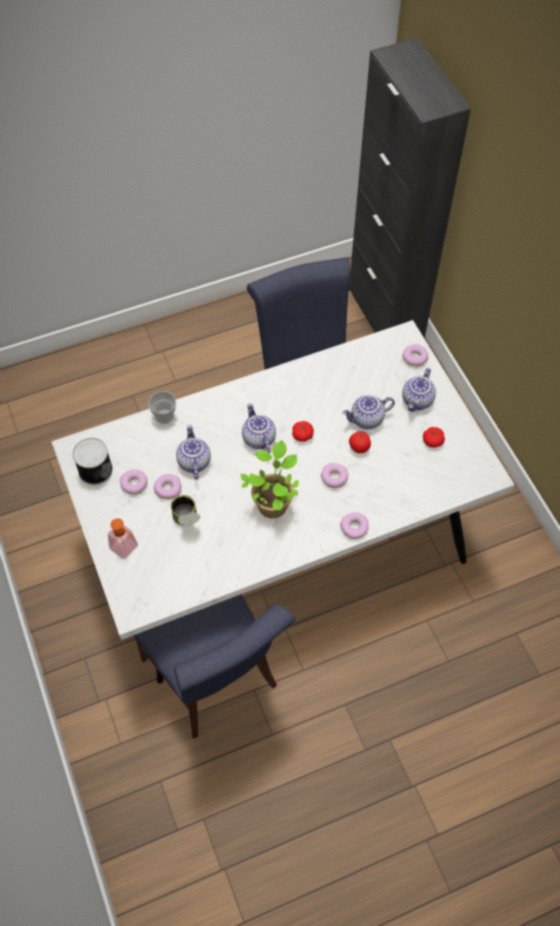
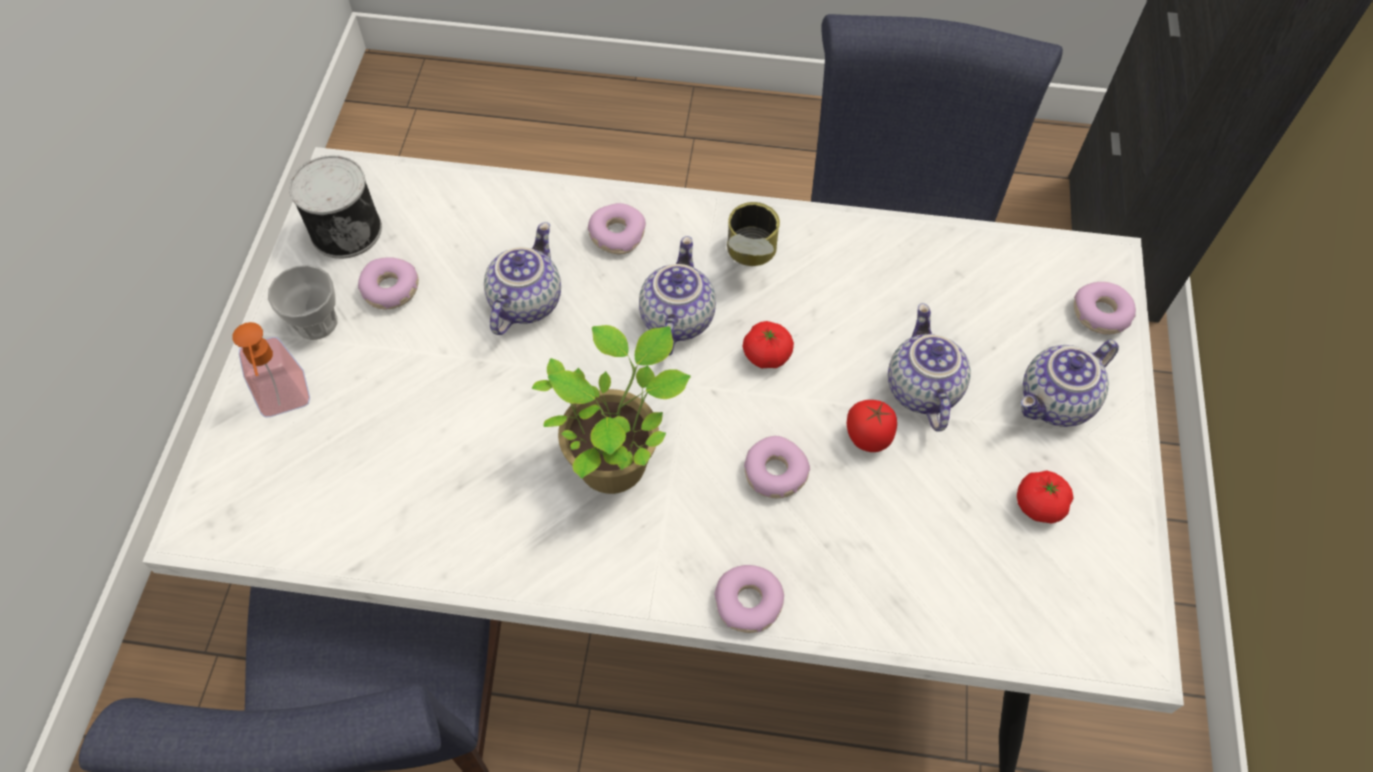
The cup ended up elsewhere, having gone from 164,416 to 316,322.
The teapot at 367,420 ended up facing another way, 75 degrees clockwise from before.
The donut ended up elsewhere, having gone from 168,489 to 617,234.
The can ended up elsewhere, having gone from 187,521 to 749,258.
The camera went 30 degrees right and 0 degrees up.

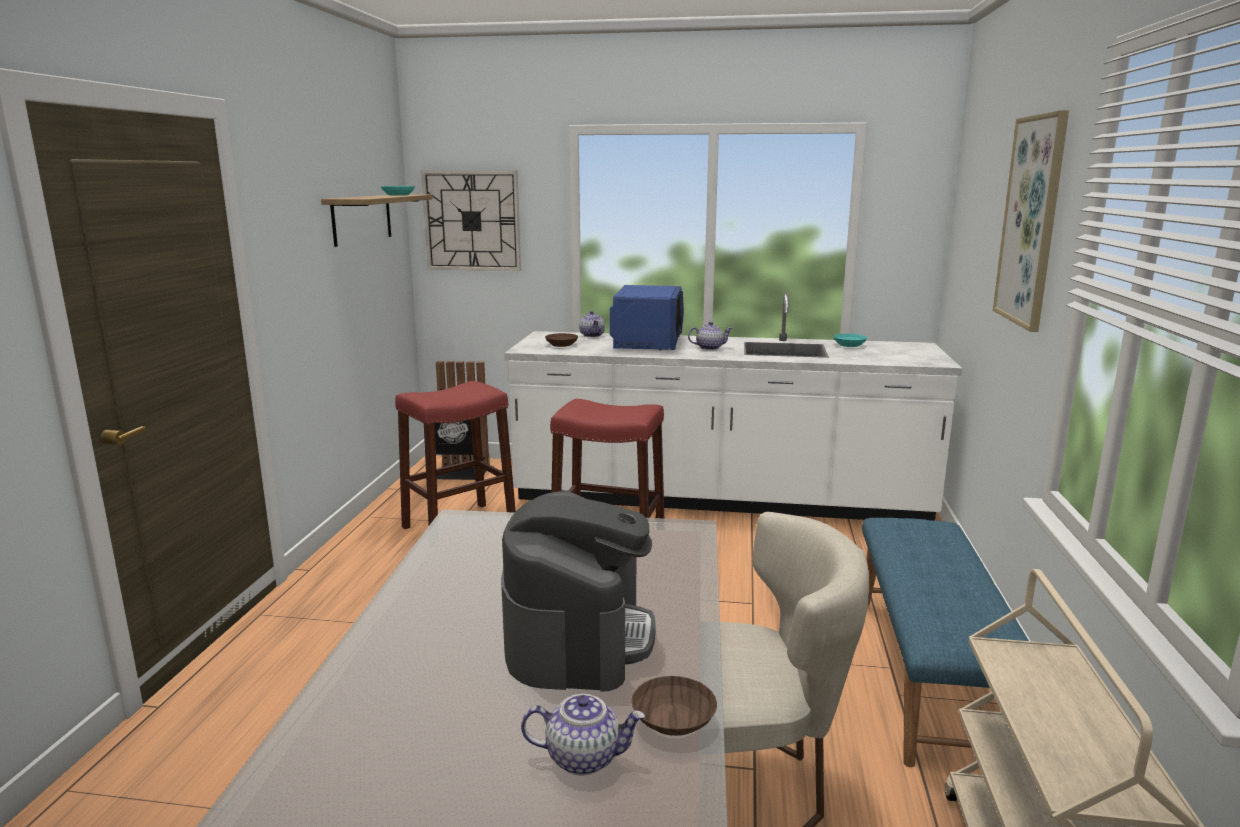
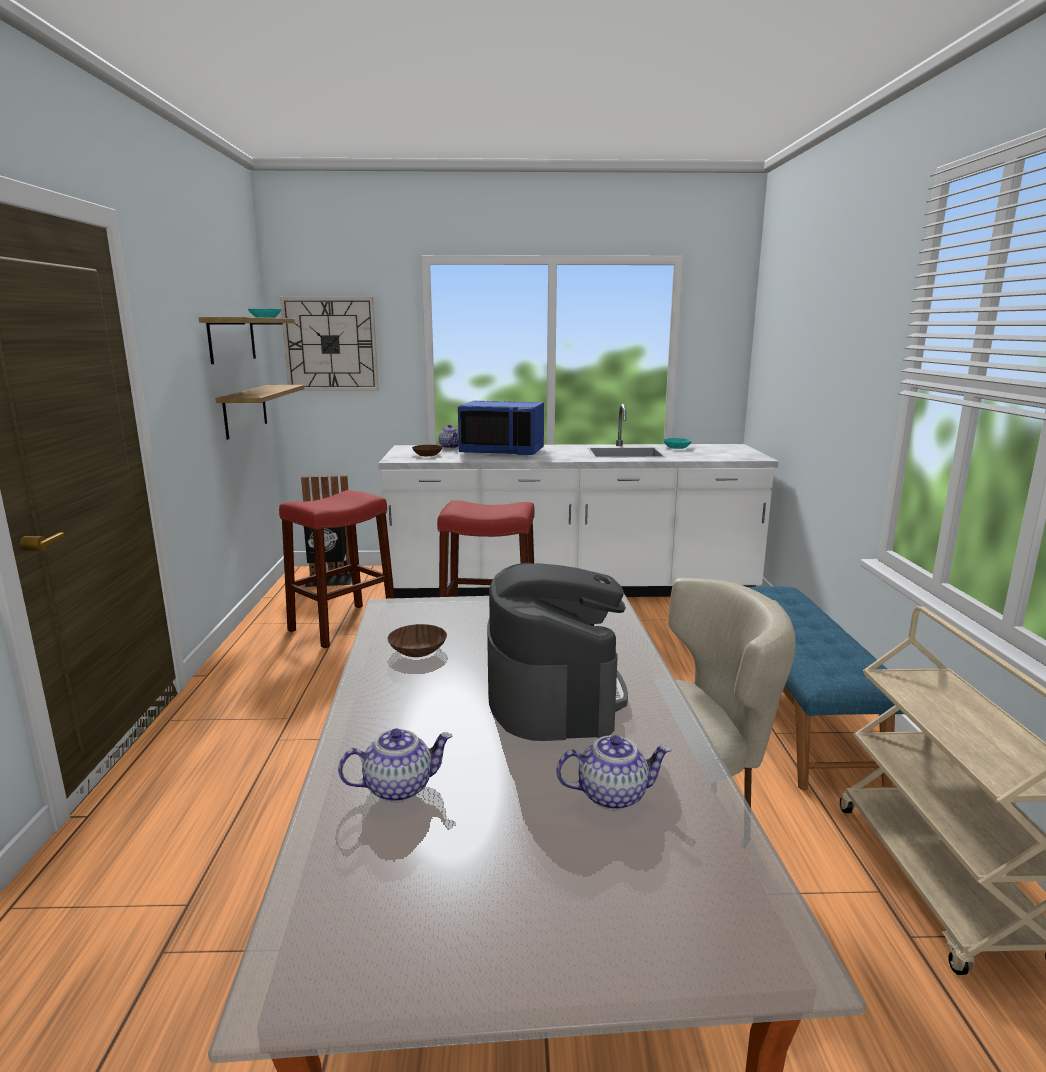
The second view lost the picture at 1031,221.
The microwave (blue) at 646,343 ended up facing another way, 105 degrees clockwise from before.
The teapot ended up elsewhere, having gone from 709,348 to 399,787.
The bowl (brown) ended up elsewhere, having gone from 673,718 to 417,649.
The second view gained the shelf at 245,410.
The camera went 10 degrees left and 0 degrees up.

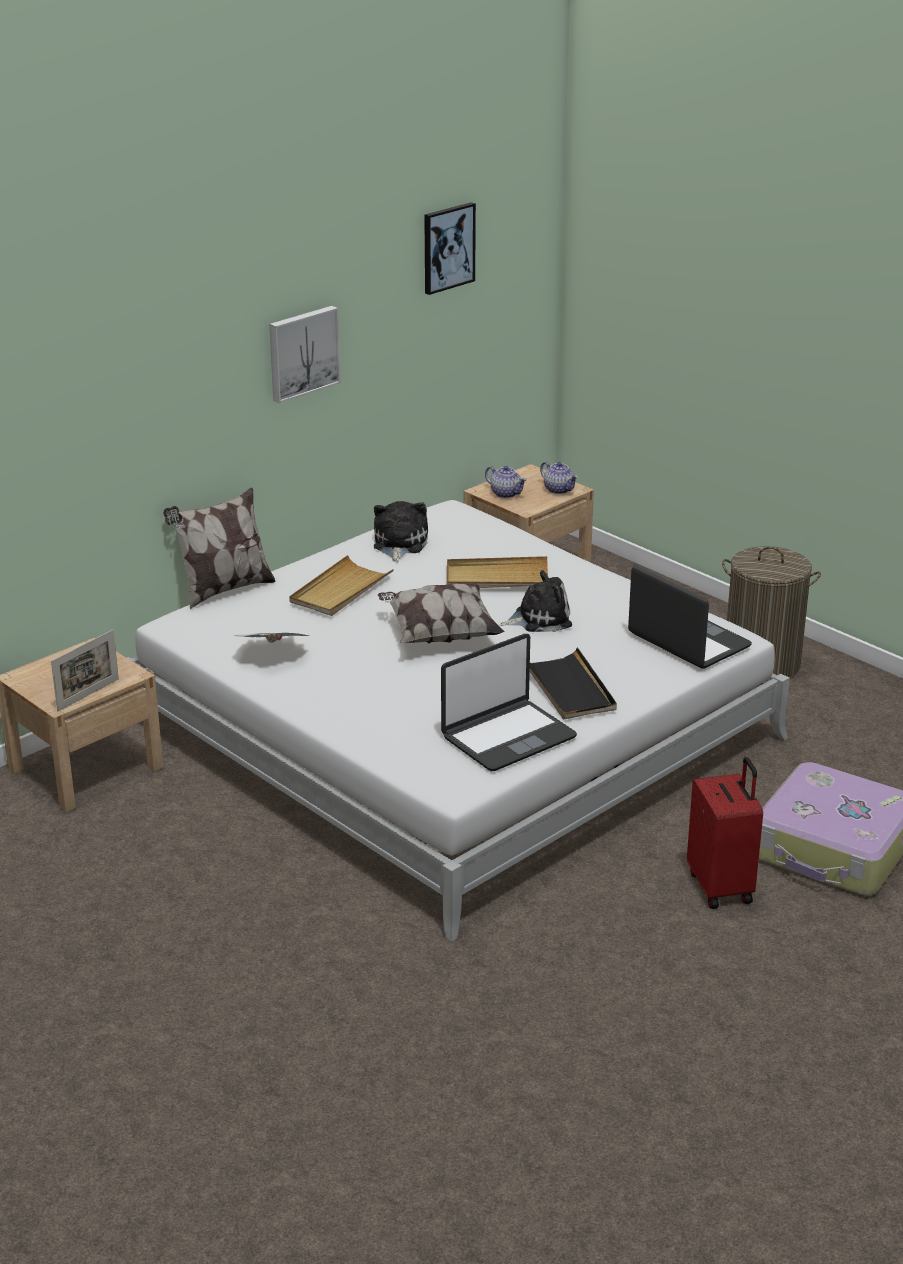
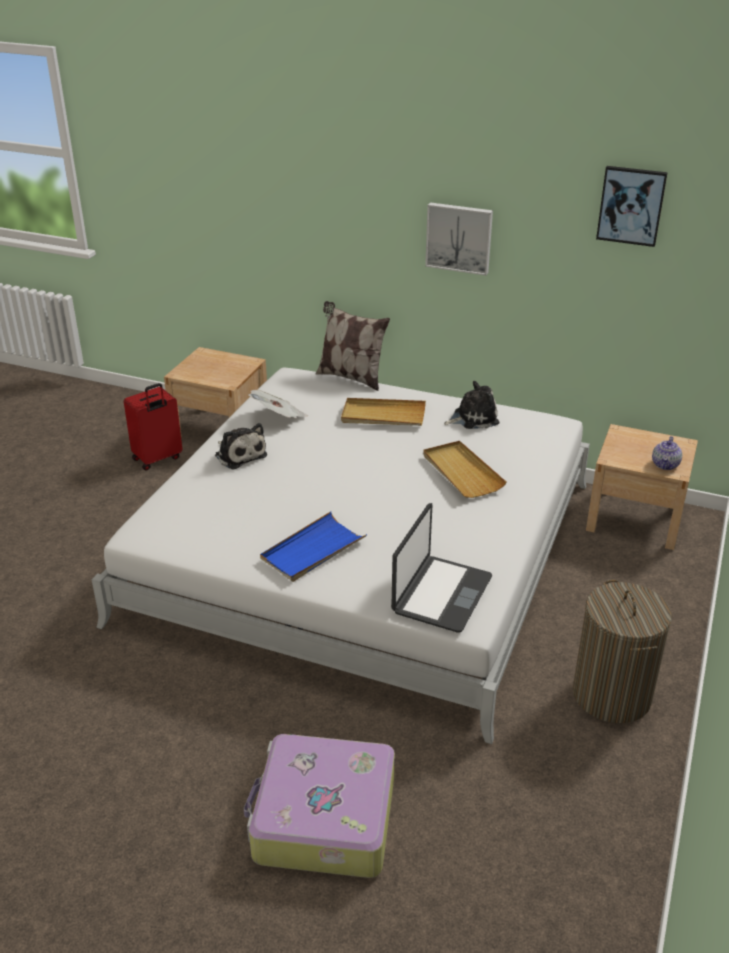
The second view lost the teapot at 506,493.
The plush toy ended up elsewhere, having gone from 539,619 to 239,455.
The second view lost the pillow at 439,634.
The second view lost the picture frame at 88,695.
The second view lost the laptop at 507,737.
What was the tray (black) at 569,688 turned into the tray (blue) at 312,550.
The suitcase (red) ended up elsewhere, having gone from 722,887 to 158,459.
The camera went 65 degrees right and 5 degrees up.

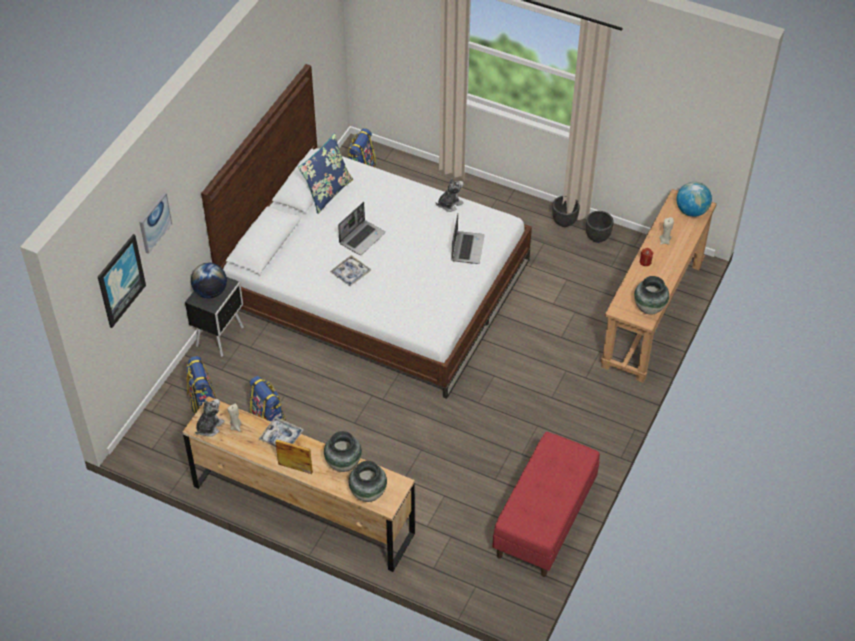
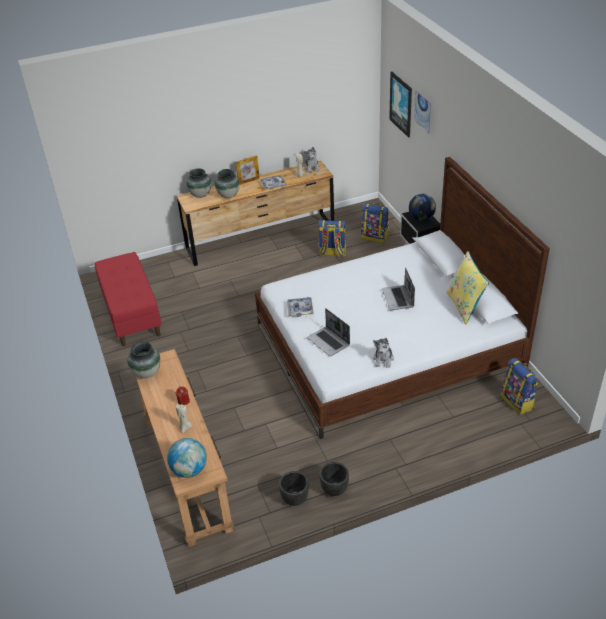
What was the pillow (blue) at 327,192 turned into the pillow (yellow) at 464,306.
The tray ended up elsewhere, having gone from 350,273 to 300,309.
The camera went 135 degrees right and 10 degrees down.

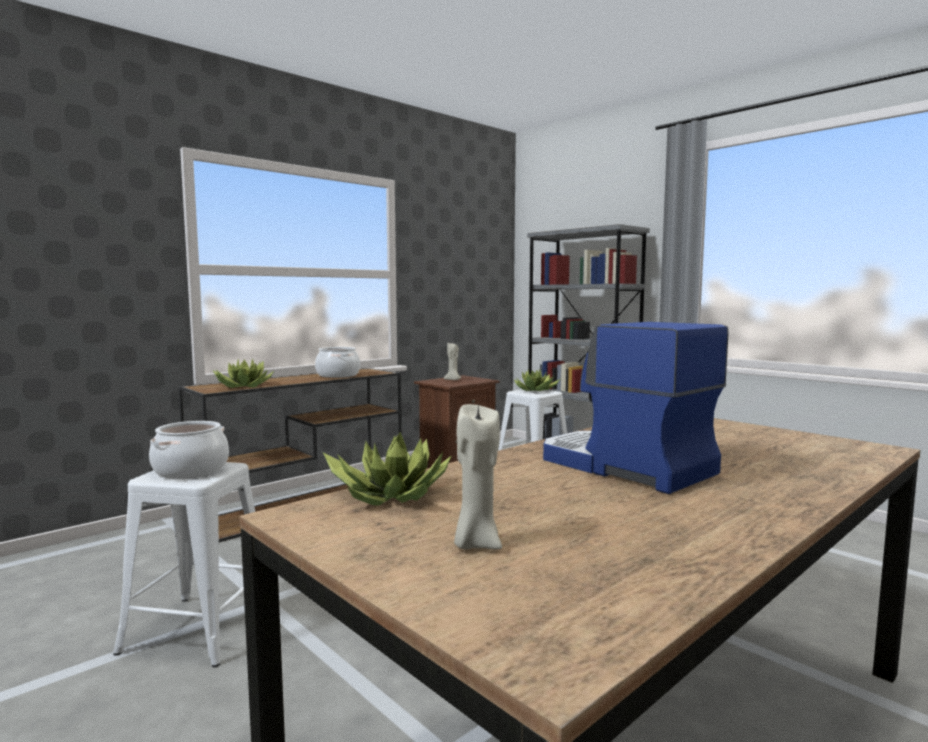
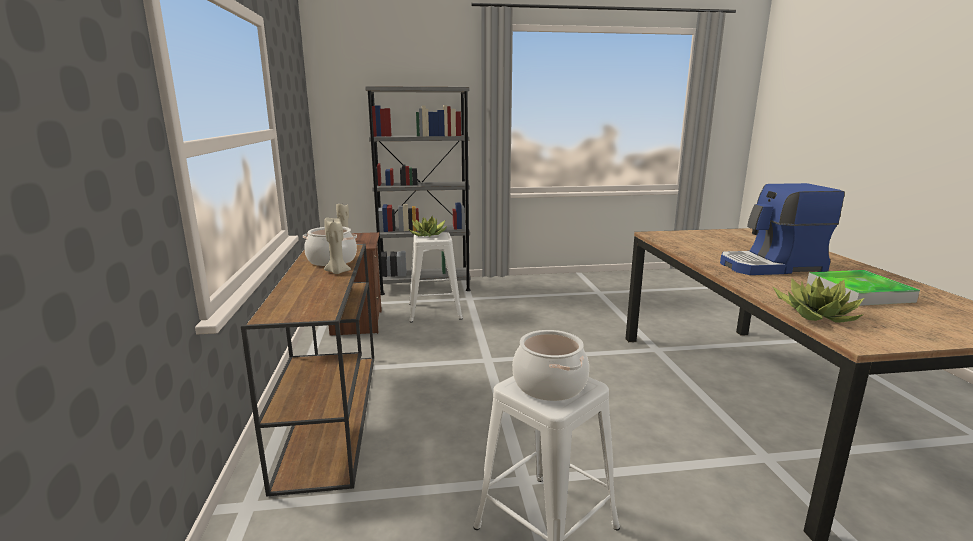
The second view lost the potted plant at 242,386.
The candle (beige) ended up elsewhere, having gone from 476,544 to 337,272.
The second view gained the tray at 858,292.
The camera went 55 degrees left and 10 degrees up.

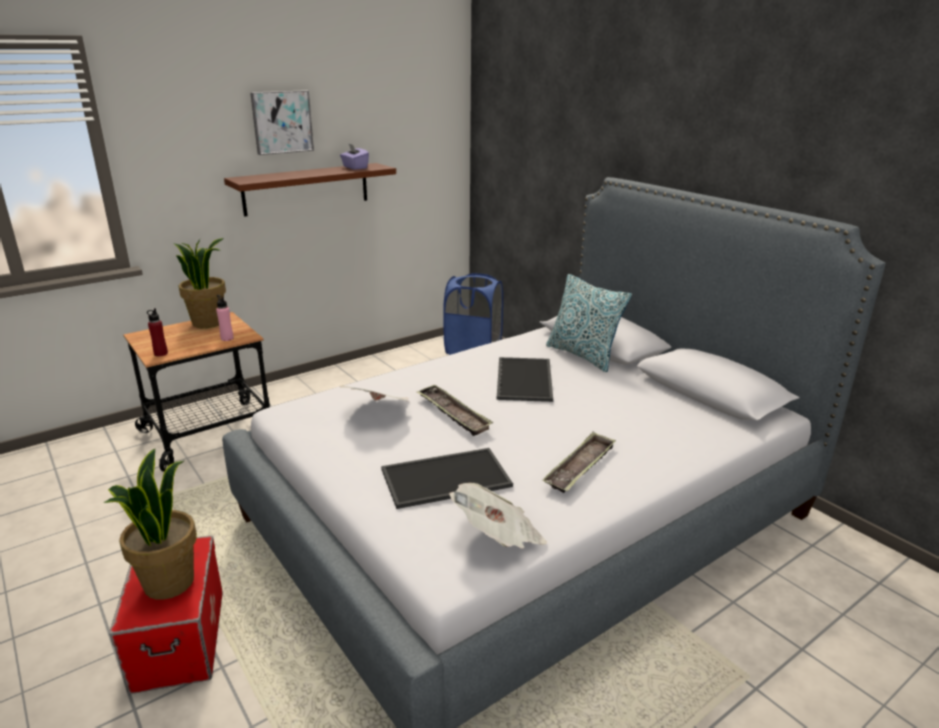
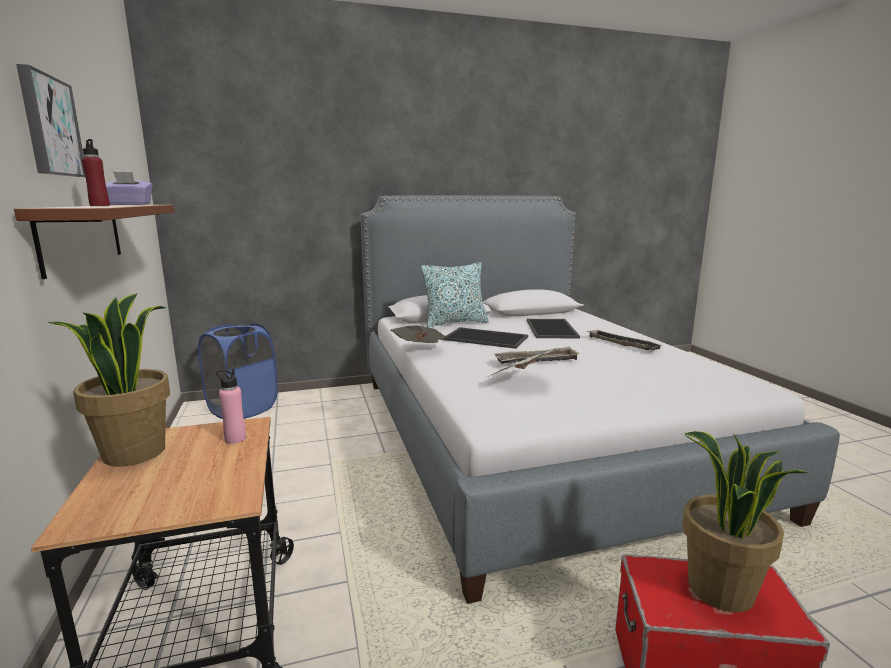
The bottle (red) ended up elsewhere, having gone from 160,353 to 100,206.
The tray ended up elsewhere, having gone from 445,479 to 552,329.
The newspaper ended up elsewhere, having gone from 498,537 to 420,350.
The camera went 70 degrees left and 10 degrees down.

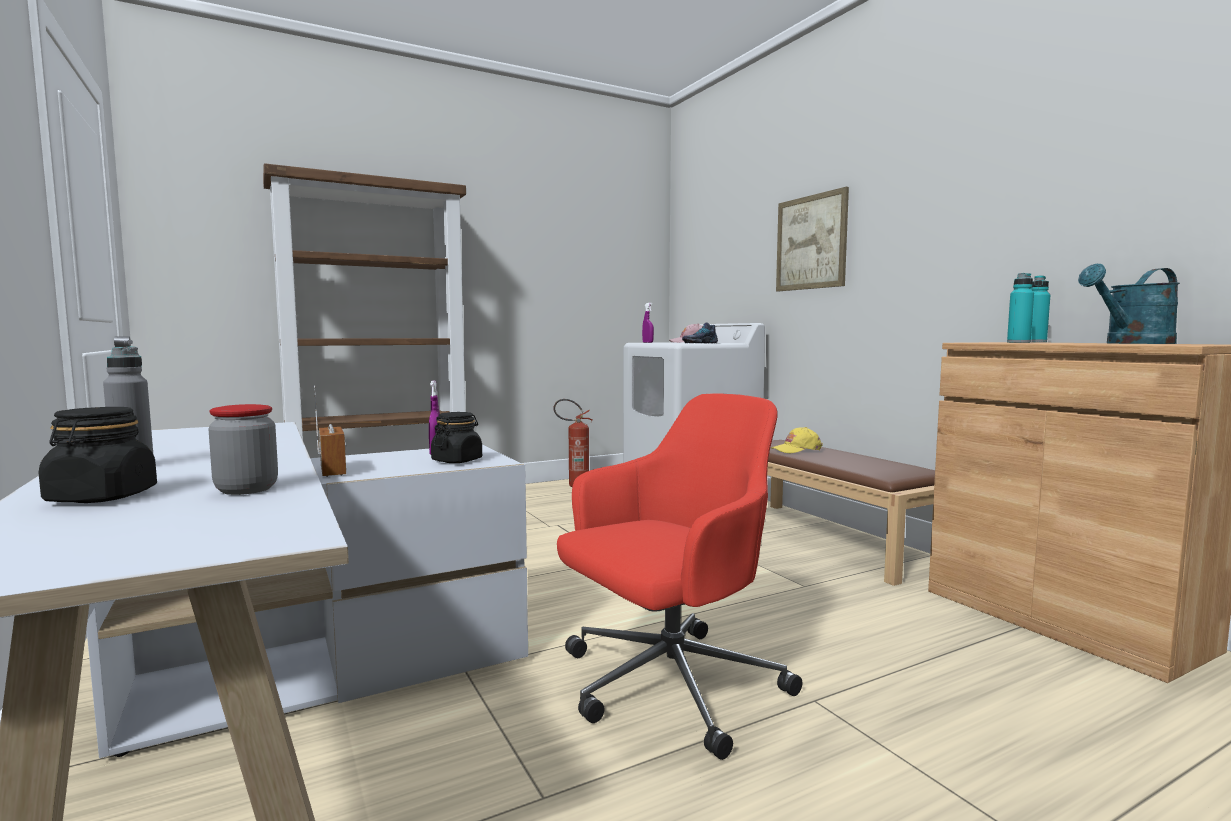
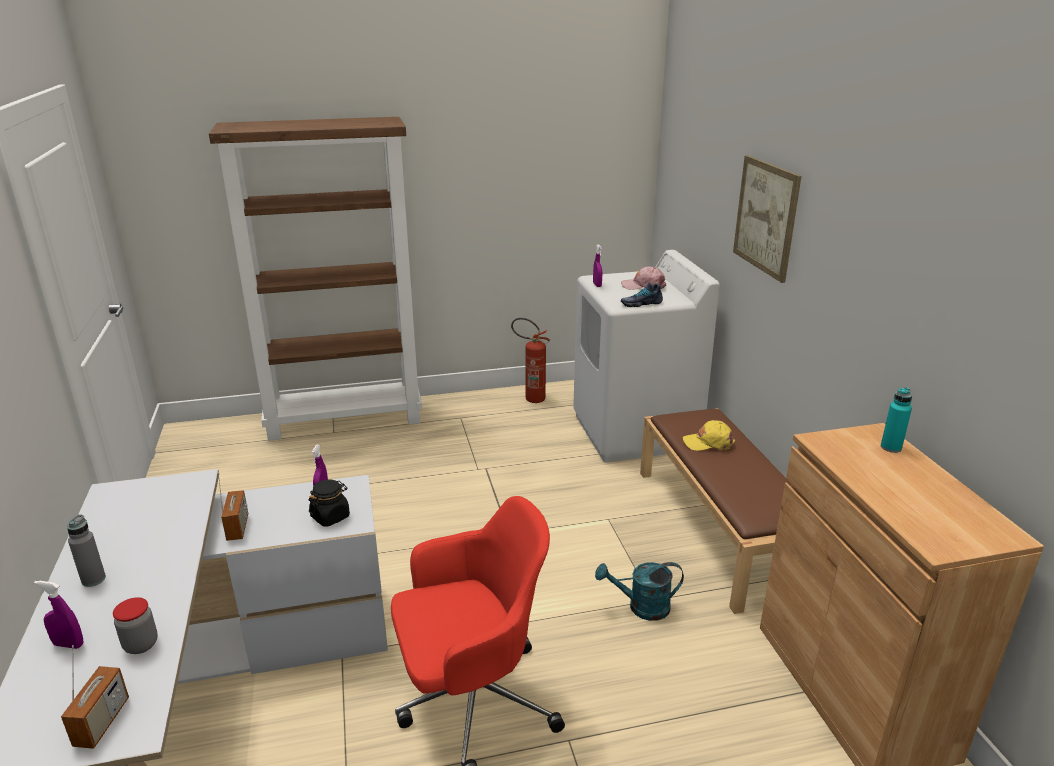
The watering can (turquoise) ended up elsewhere, having gone from 1132,343 to 641,607.
The second view lost the bottle (turquoise) at 1018,342.
Where the jar (black) stood at 102,497, the spray bottle (purple) came to stand at 68,644.
The second view gained the radio at 102,722.
The camera went 15 degrees right and 20 degrees up.

